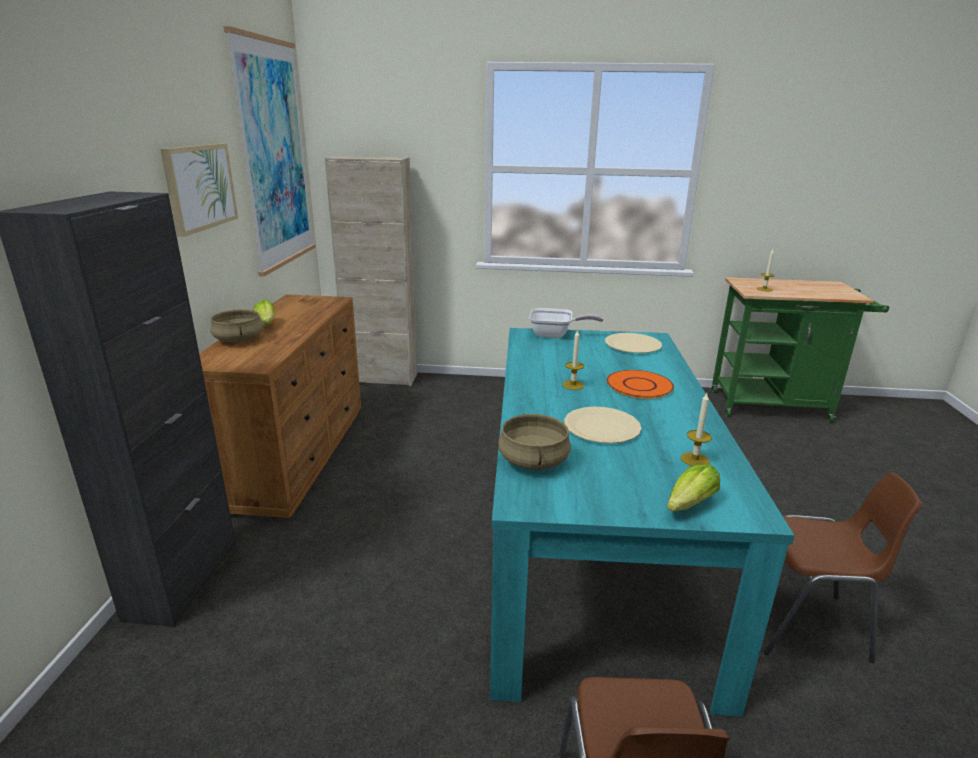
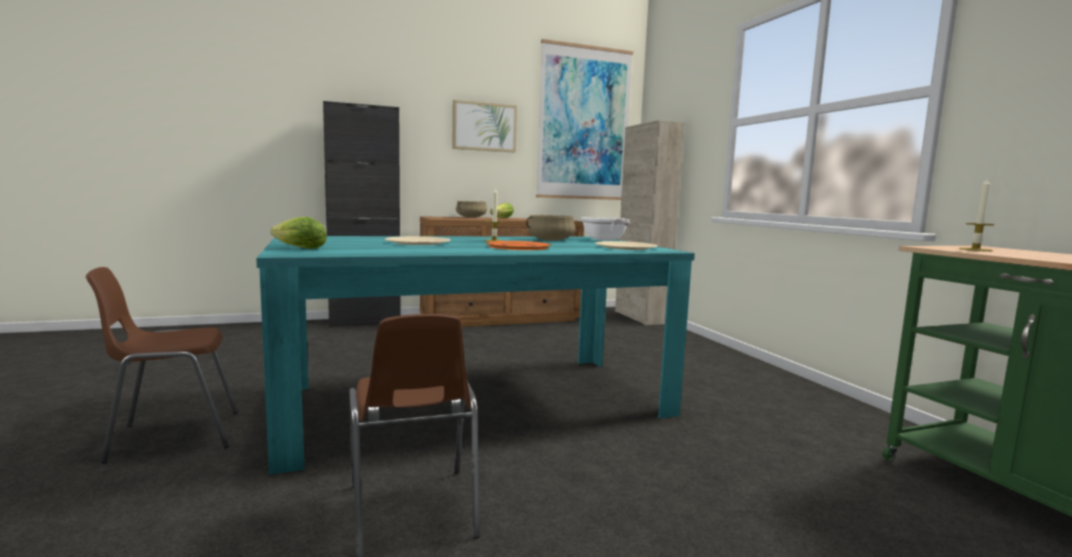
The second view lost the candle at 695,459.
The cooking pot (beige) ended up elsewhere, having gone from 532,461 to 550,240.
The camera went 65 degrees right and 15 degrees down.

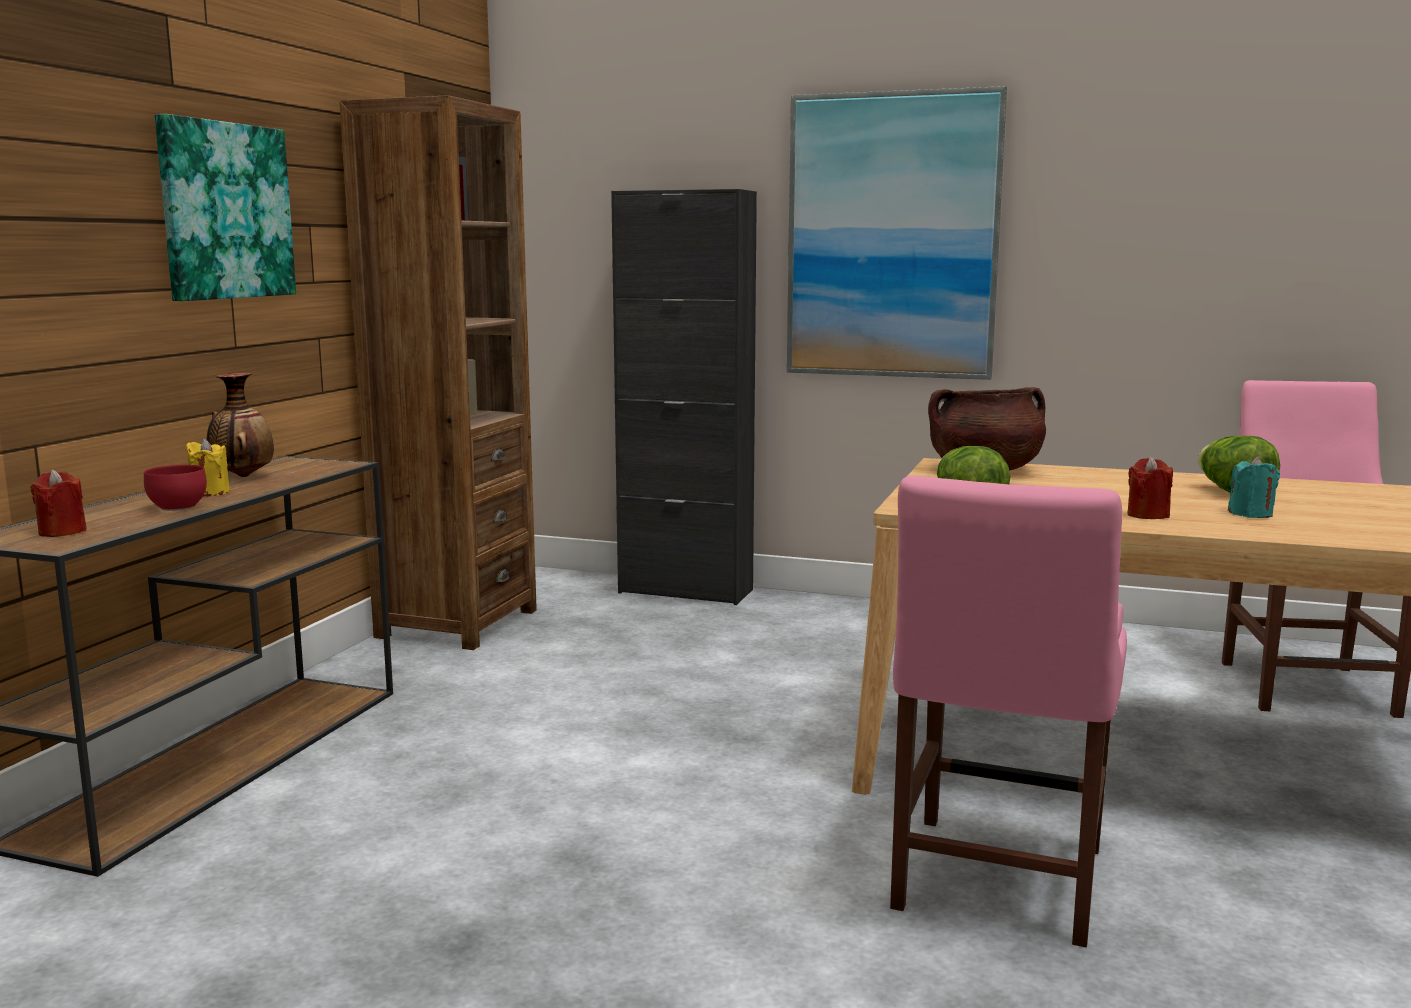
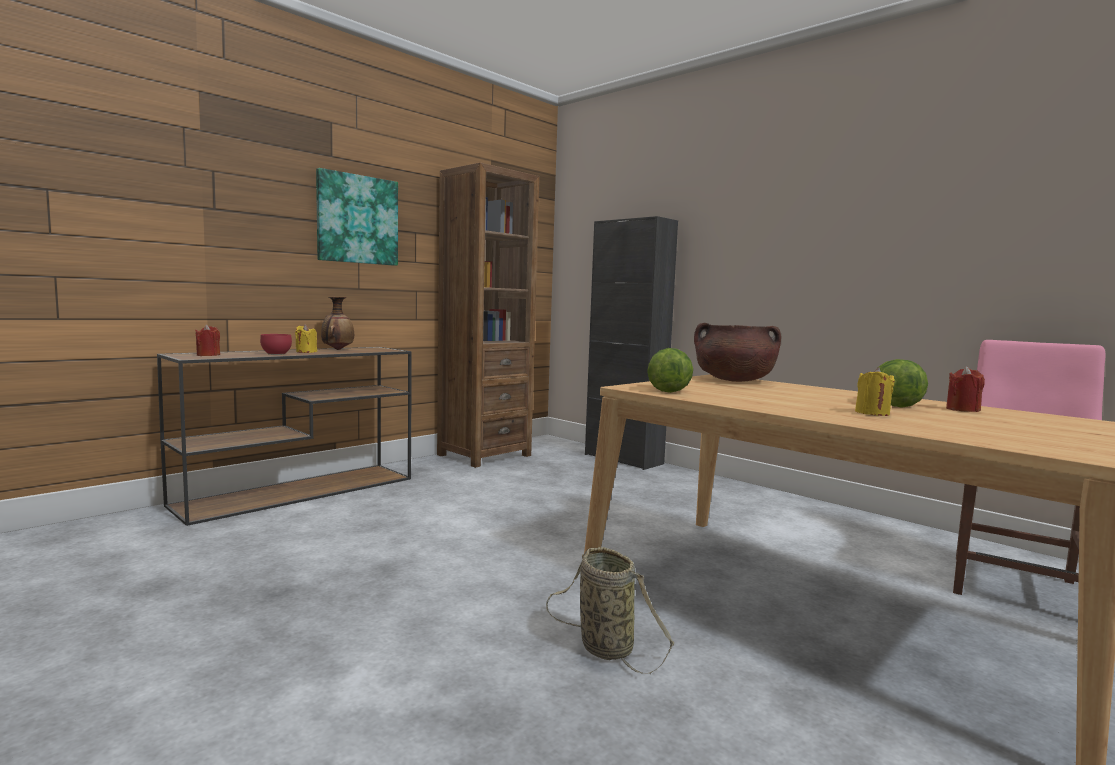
The second view lost the picture at 892,237.
The candle (red) ended up elsewhere, having gone from 1148,515 to 962,409.
What was the candle (turquoise) at 1250,514 turned into the candle (yellow) at 872,413.
Where the chair (pink) stood at 995,884, the basket came to stand at 602,646.
The camera went 25 degrees right and 5 degrees down.

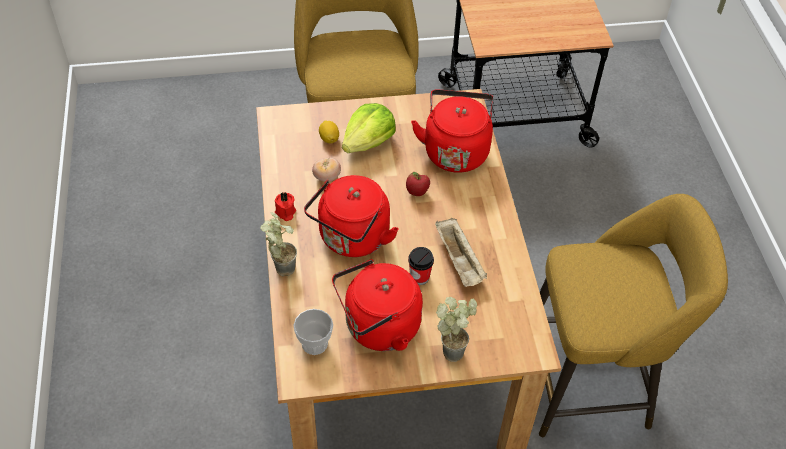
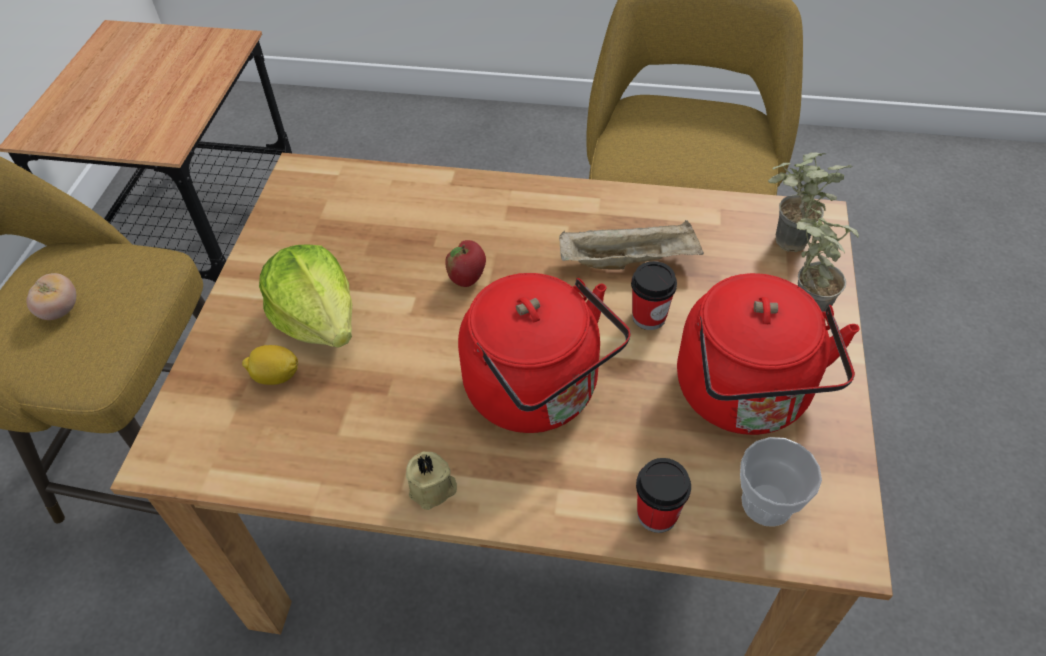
The second view lost the kettle (red) at 455,150.
The tomato ended up elsewhere, having gone from 327,177 to 60,310.
What was the candle (red) at 285,213 turned into the candle (beige) at 433,490.
The potted plant ended up elsewhere, having gone from 280,266 to 783,246.
The second view gained the cup at 657,514.
The camera went 70 degrees left and 0 degrees up.

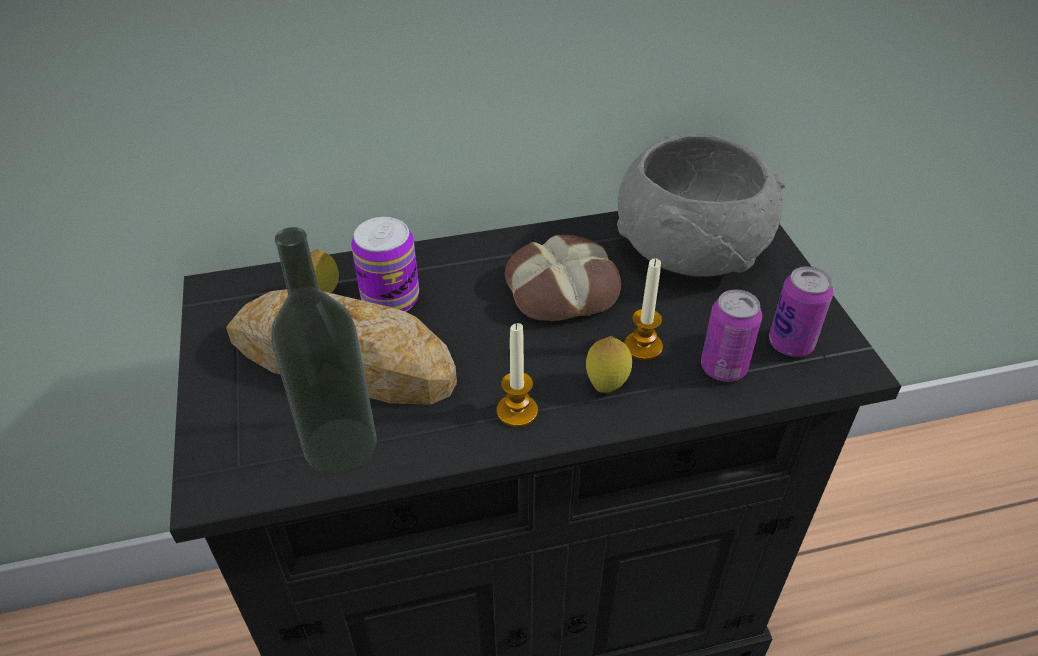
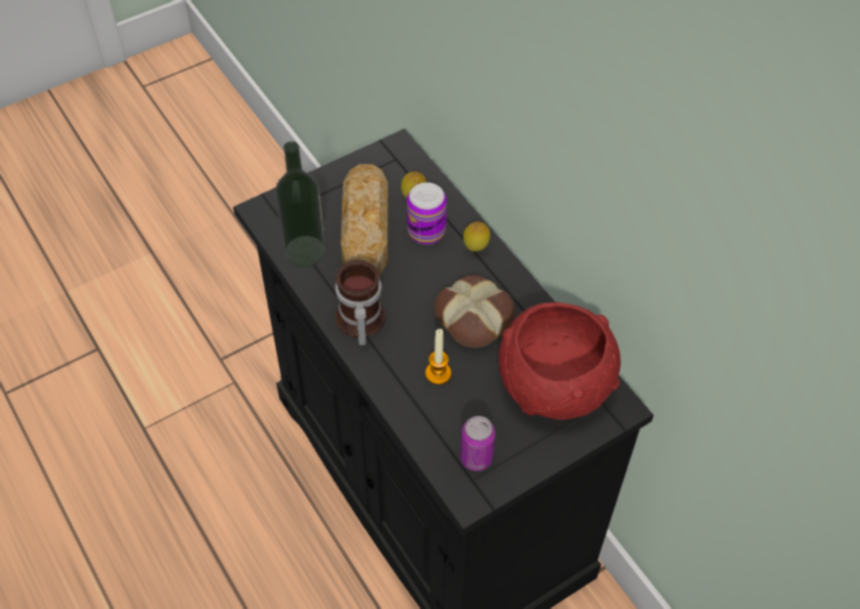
What was the bowl (grey) at 691,248 turned into the bowl (red) at 554,383.
The second view lost the can at 723,368.
Where the candle stood at 517,411, the mug came to stand at 358,322.
The lemon ended up elsewhere, having gone from 606,386 to 475,248.
The camera went 70 degrees right and 10 degrees up.

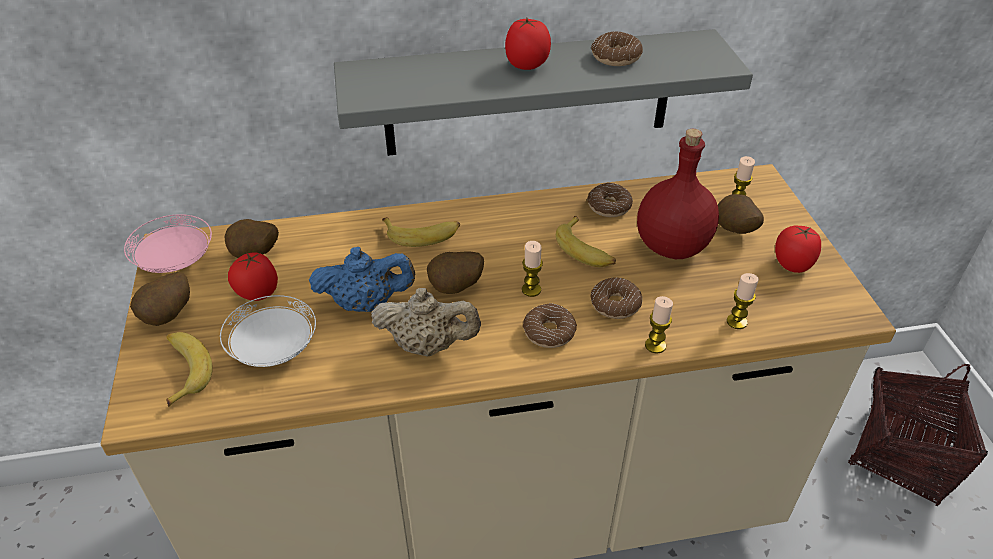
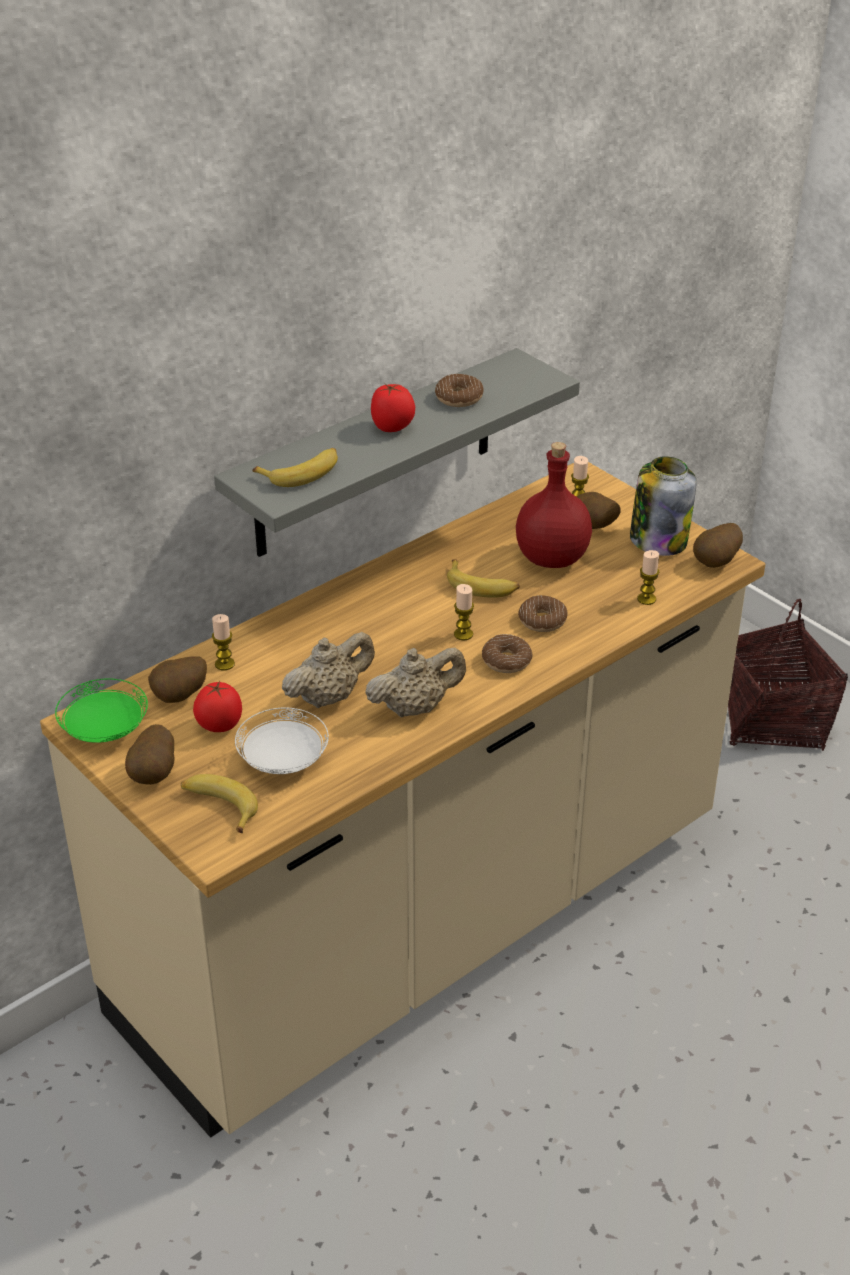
The second view lost the donut at 609,206.
What was the plate (pink) at 176,261 turned into the plate (green) at 106,730.
The banana ended up elsewhere, having gone from 422,235 to 302,473.
Where the tomato stood at 792,265, the jar came to stand at 658,540.
What was the teapot (blue) at 366,303 turned into the teapot (beige) at 329,697.
The potato ended up elsewhere, having gone from 456,289 to 716,563.
The candle ended up elsewhere, having gone from 655,345 to 224,664.
The camera went 30 degrees left and 5 degrees down.

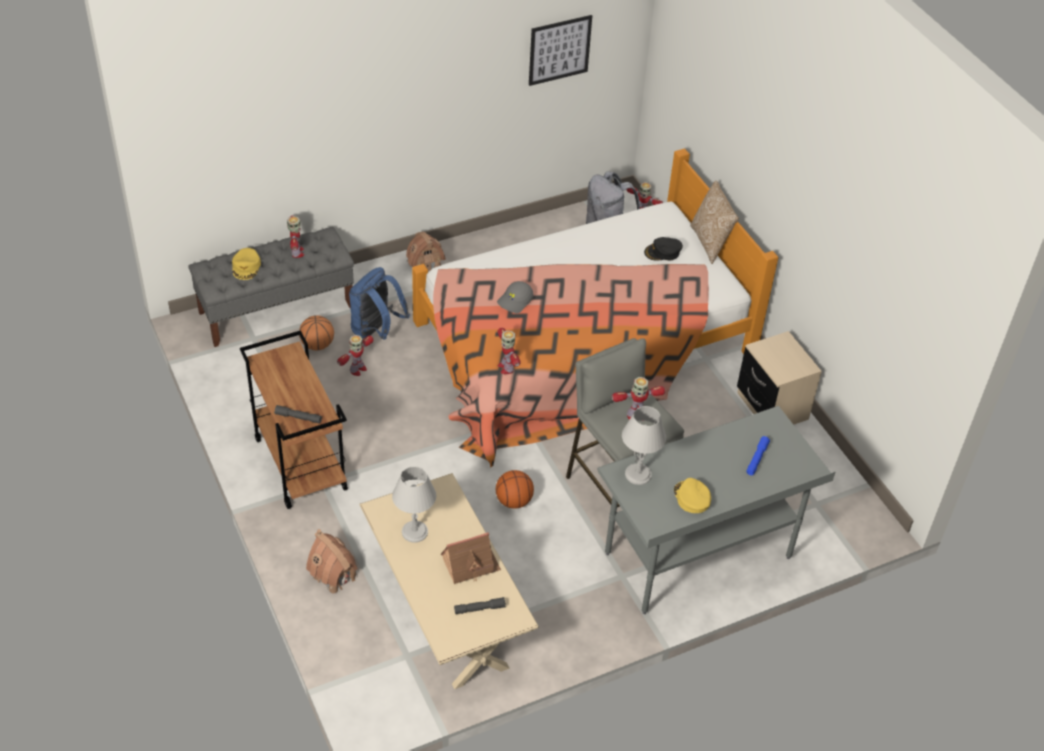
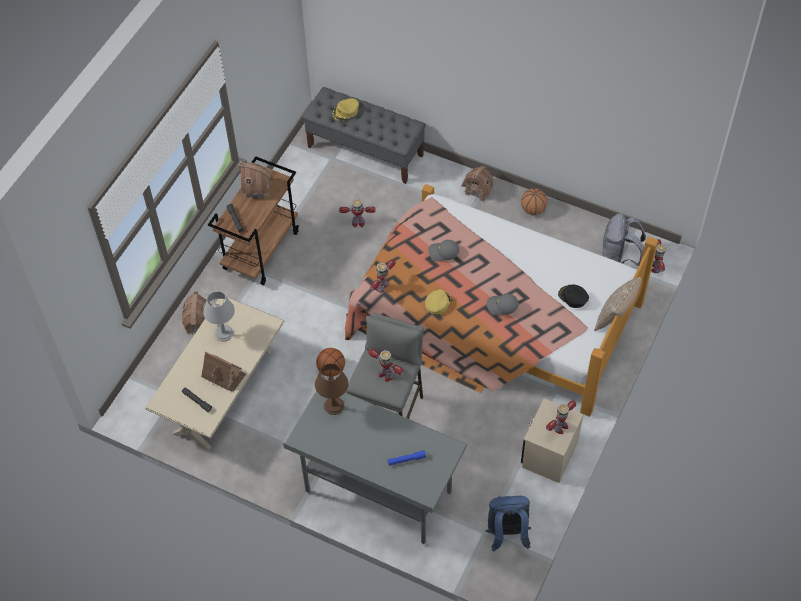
The second view lost the picture at 559,50.
The toy robot ended up elsewhere, having gone from 297,252 to 560,427.
The backpack (blue) ended up elsewhere, having gone from 376,331 to 507,534.
The basketball ended up elsewhere, having gone from 317,345 to 533,209.
What was the table lamp (grey) at 638,474 turned into the table lamp (brown) at 334,405.
The cap (yellow) ended up elsewhere, having gone from 691,498 to 437,303.
The second view gained the toy house at 257,189.
The second view gained the cap (grey) at 502,306.
The camera went 55 degrees right and 10 degrees up.

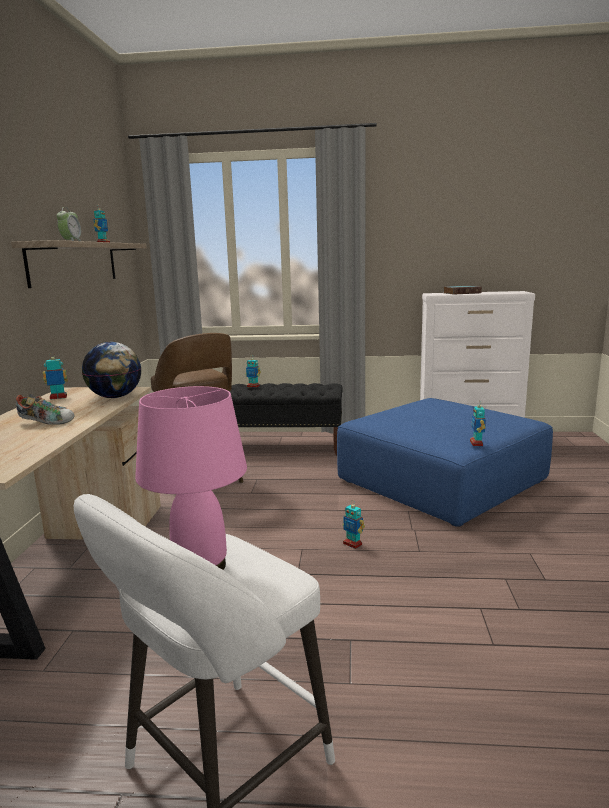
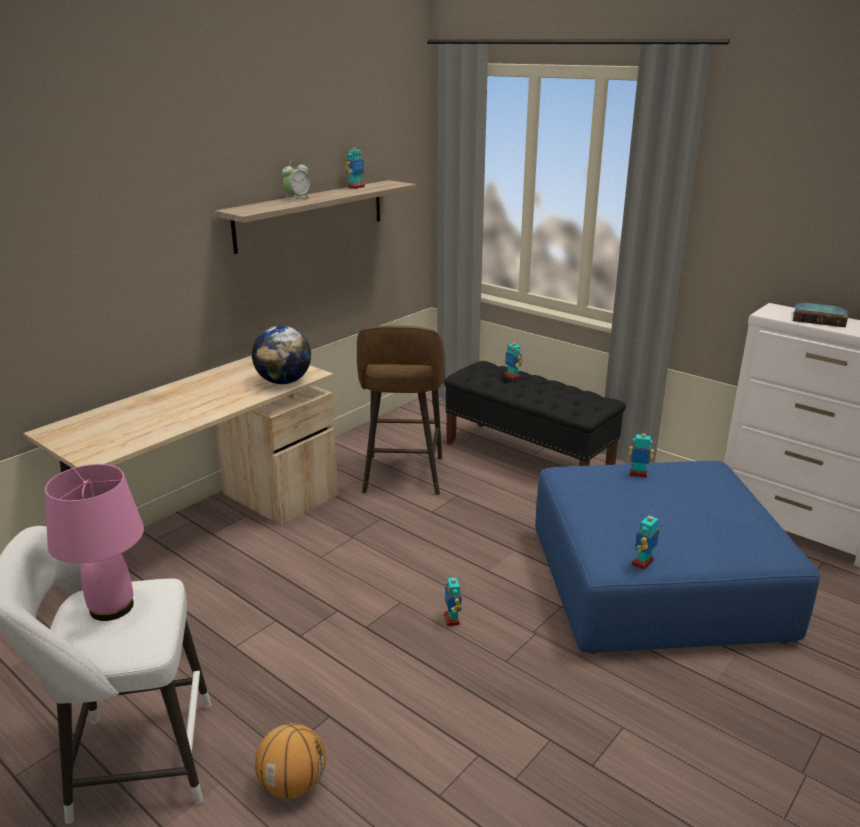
The toy robot ended up elsewhere, having gone from 58,397 to 638,474.
The second view lost the shoe at 47,422.
The second view gained the basketball at 293,784.
The camera went 35 degrees right and 10 degrees up.

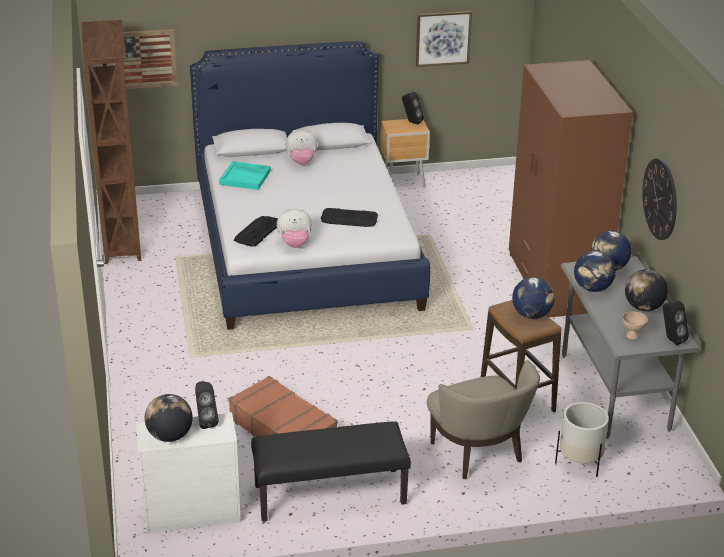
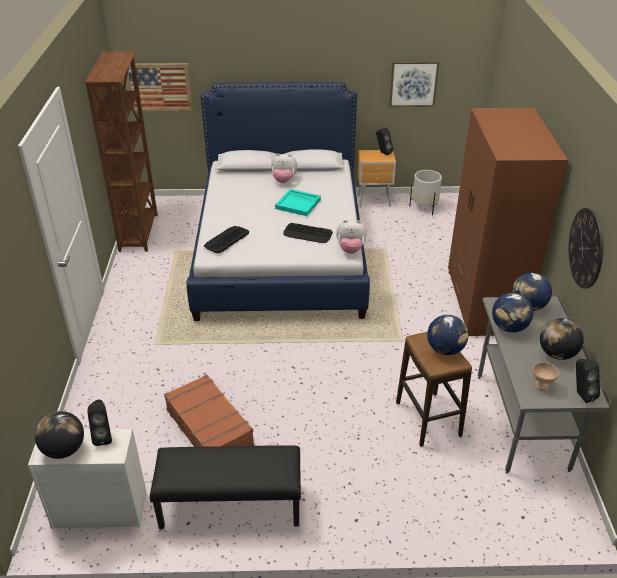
The tray (turquoise) ended up elsewhere, having gone from 245,177 to 298,204.
The plush toy ended up elsewhere, having gone from 294,244 to 350,249.
The second view lost the armchair (beige) at 479,453.
The planter (white) ended up elsewhere, having gone from 580,462 to 424,207.
The camera went 10 degrees right and 5 degrees up.

